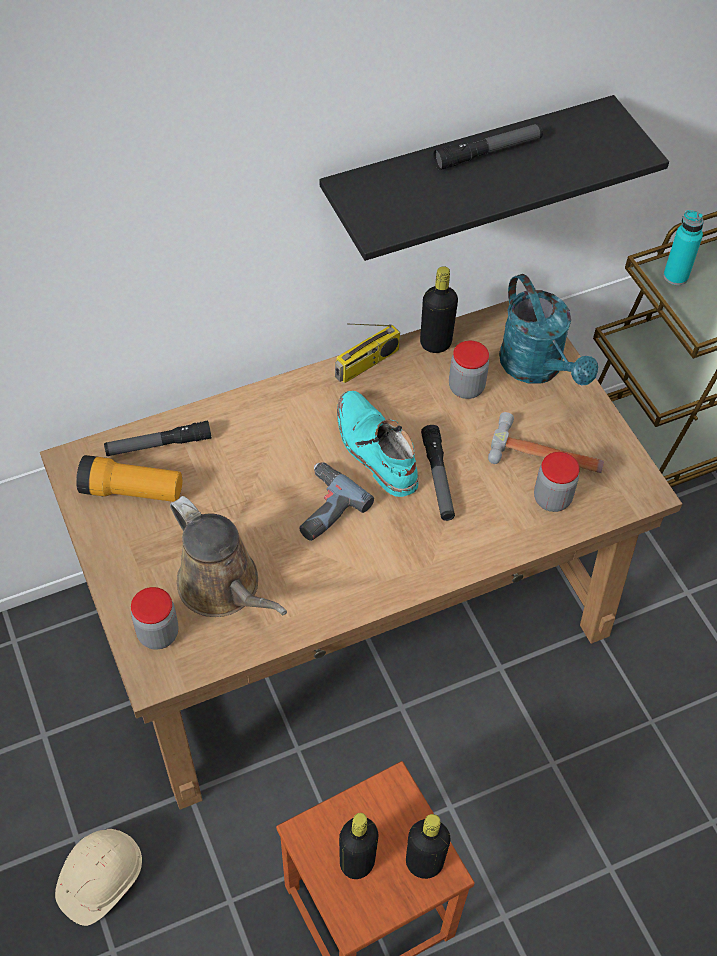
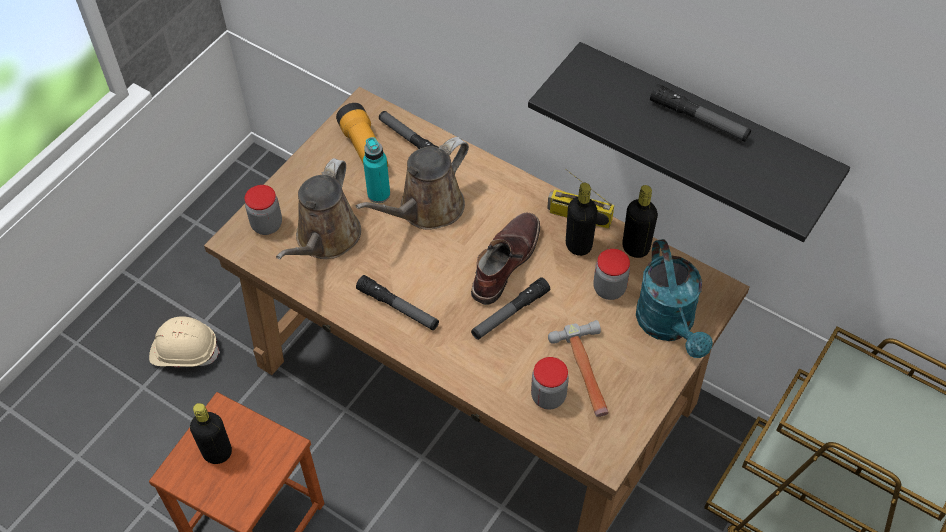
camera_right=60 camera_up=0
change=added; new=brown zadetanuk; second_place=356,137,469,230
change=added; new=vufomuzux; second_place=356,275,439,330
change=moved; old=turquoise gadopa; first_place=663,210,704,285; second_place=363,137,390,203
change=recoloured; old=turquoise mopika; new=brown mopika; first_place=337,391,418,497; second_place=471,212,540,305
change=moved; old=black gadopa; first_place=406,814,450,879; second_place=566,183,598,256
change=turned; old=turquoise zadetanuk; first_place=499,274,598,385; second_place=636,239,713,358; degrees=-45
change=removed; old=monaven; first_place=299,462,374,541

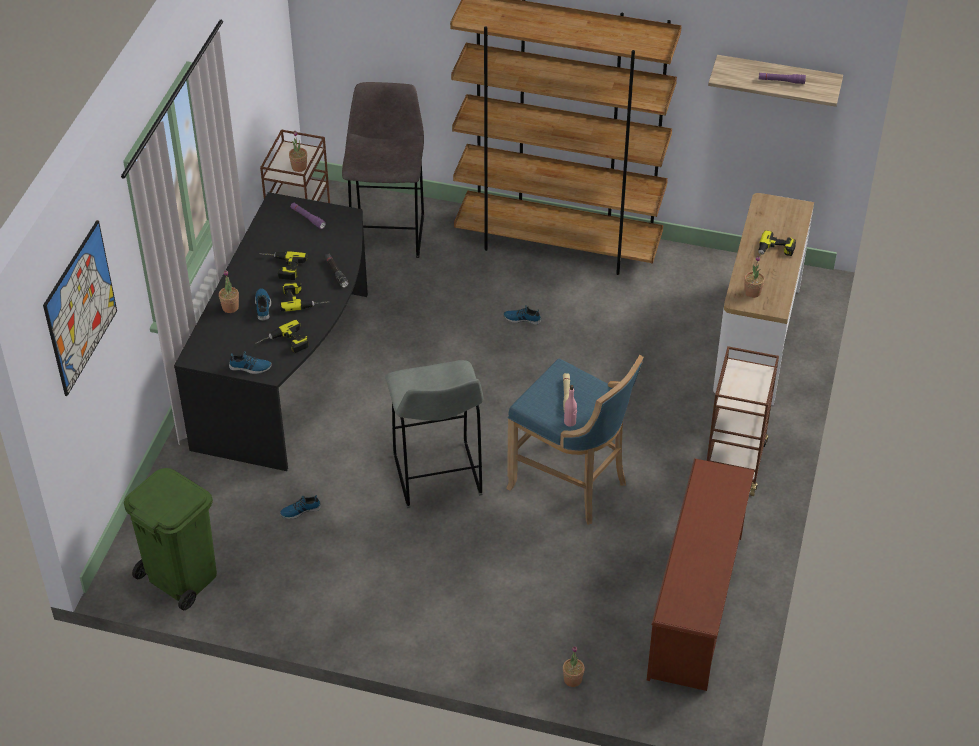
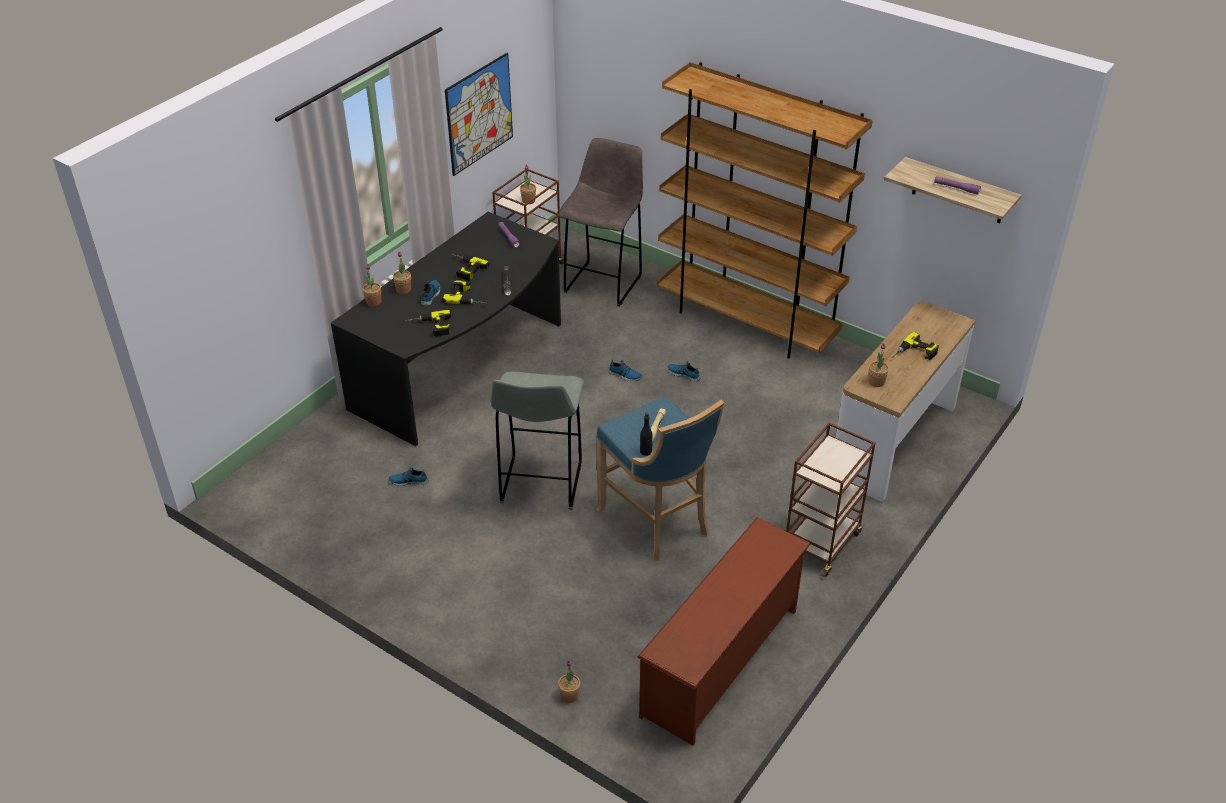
camera_right=20 camera_up=-5
change=added; new=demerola; second_place=363,264,381,307
change=moved; old=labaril; first_place=43,220,117,396; second_place=445,53,513,176
change=moved; old=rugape; first_place=229,351,272,374; second_place=608,360,642,381
change=recoloured; old=pink gadopa; new=black gadopa; first_place=564,385,577,427; second_place=640,412,652,456
change=removed; old=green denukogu; first_place=124,468,217,610

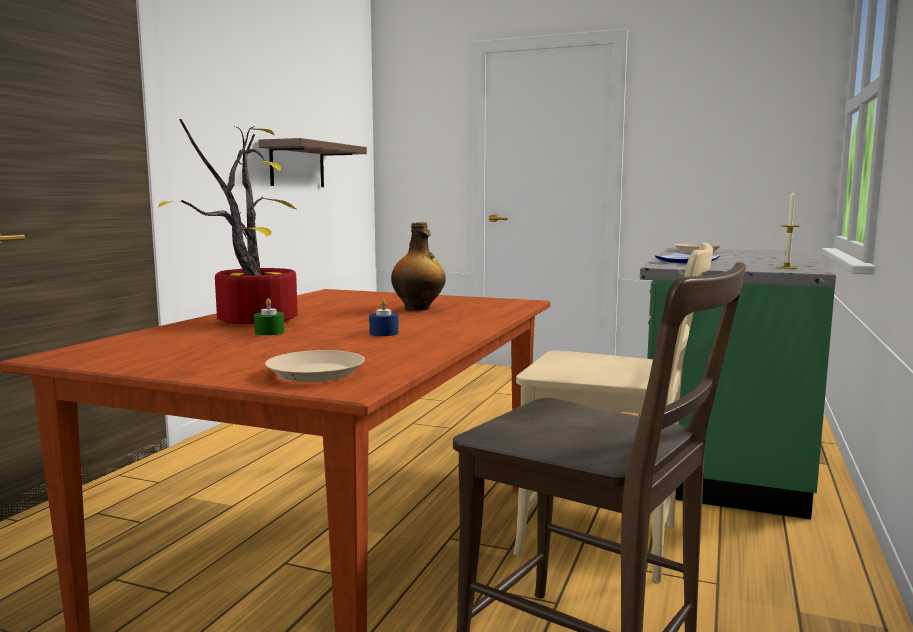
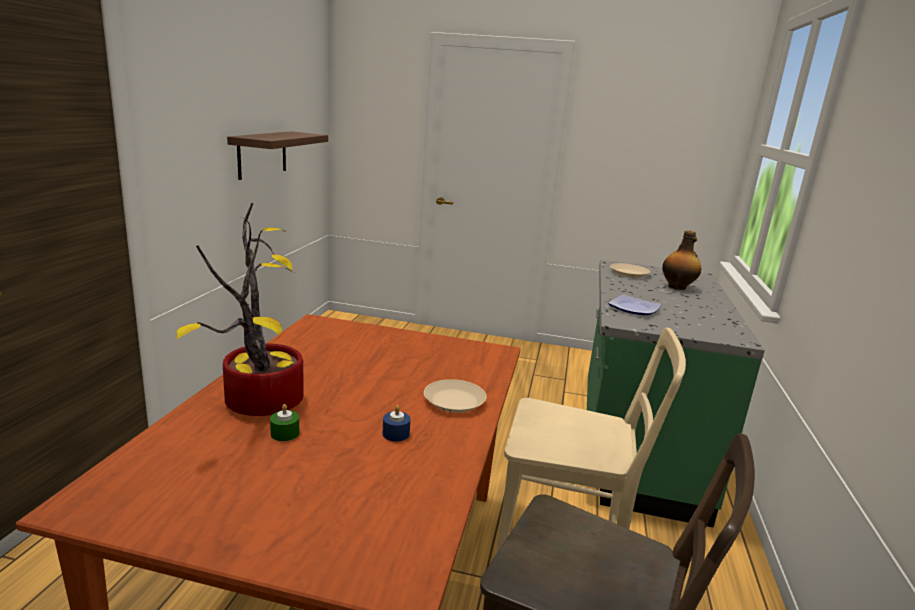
camera_right=-10 camera_up=10
change=moved; old=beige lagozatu; first_place=265,350,365,382; second_place=424,379,487,413
change=moved; old=gadopa; first_place=391,222,446,311; second_place=662,230,701,290
change=removed; old=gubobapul; first_place=776,191,800,269

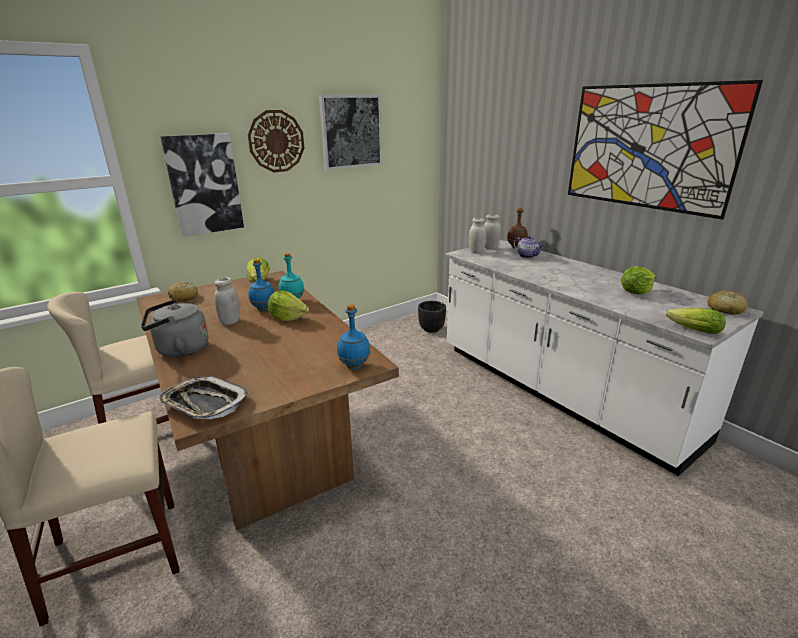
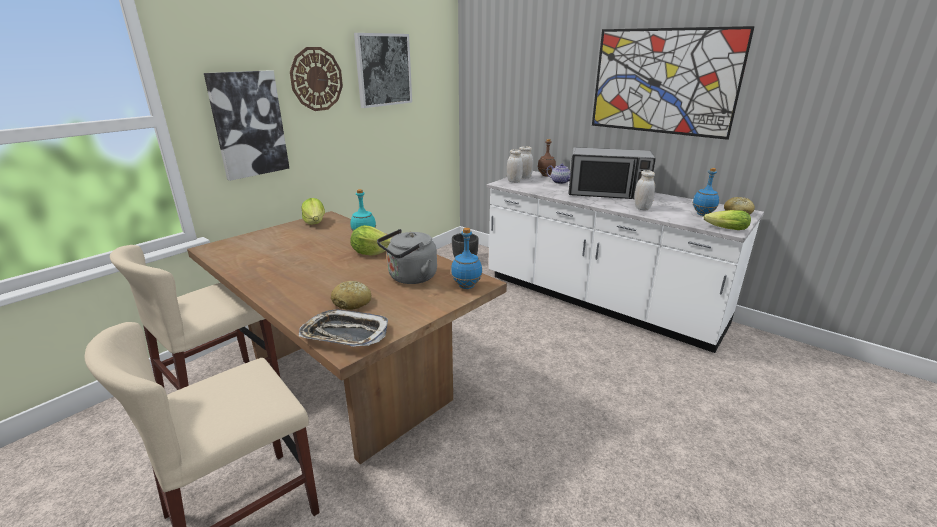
camera_right=-15 camera_up=0
change=moved; old=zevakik; first_place=168,282,198,302; second_place=331,281,371,310
change=moved; old=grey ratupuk; first_place=141,299,208,358; second_place=377,229,437,284
change=added; new=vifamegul; second_place=569,147,656,199
change=moved; old=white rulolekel; first_place=214,277,240,325; second_place=634,170,655,210
change=moved; old=blue gadopa; first_place=248,259,274,311; second_place=692,168,719,216
change=removed; old=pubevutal; first_place=621,266,656,294

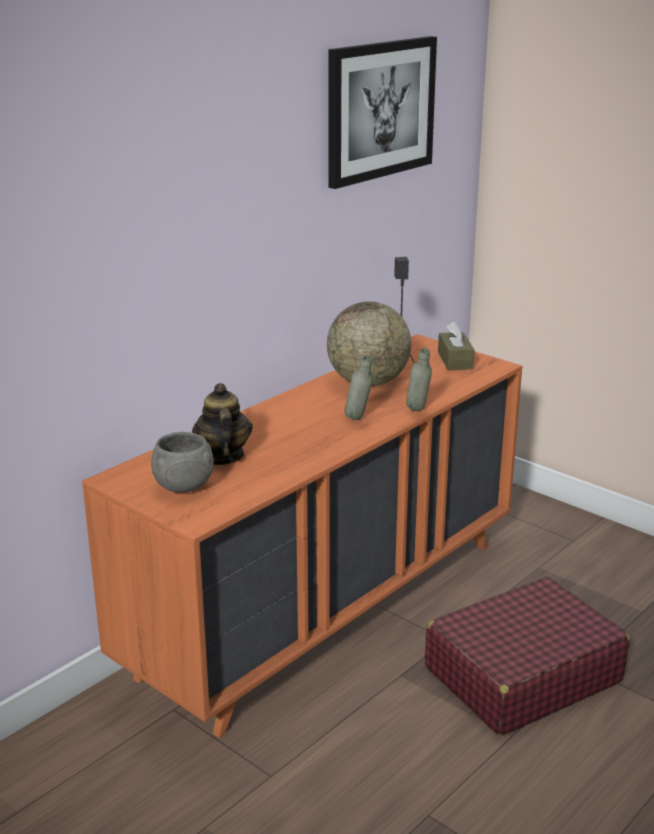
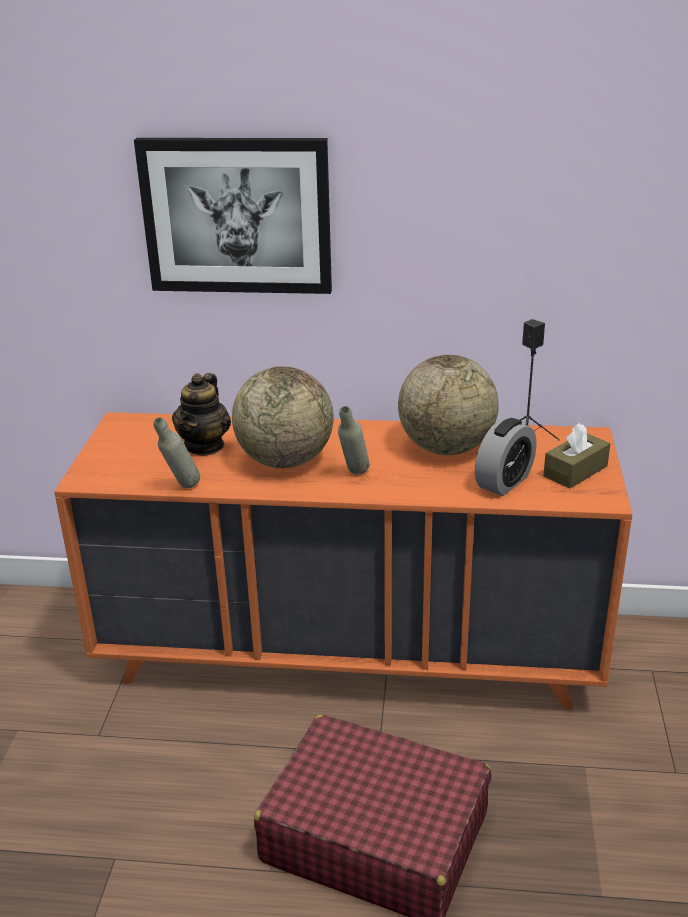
camera_right=55 camera_up=5
change=moved; old=labaril; first_place=329,36,437,189; second_place=134,138,332,294
change=moved; old=grey gadopa; first_place=406,348,432,411; second_place=153,417,200,488
change=turned; old=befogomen; first_place=192,383,253,465; second_place=172,373,231,456; degrees=150
change=added; new=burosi; second_place=232,366,334,468
change=added; new=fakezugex; second_place=475,418,536,496
change=removed; old=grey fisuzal; first_place=151,432,214,493

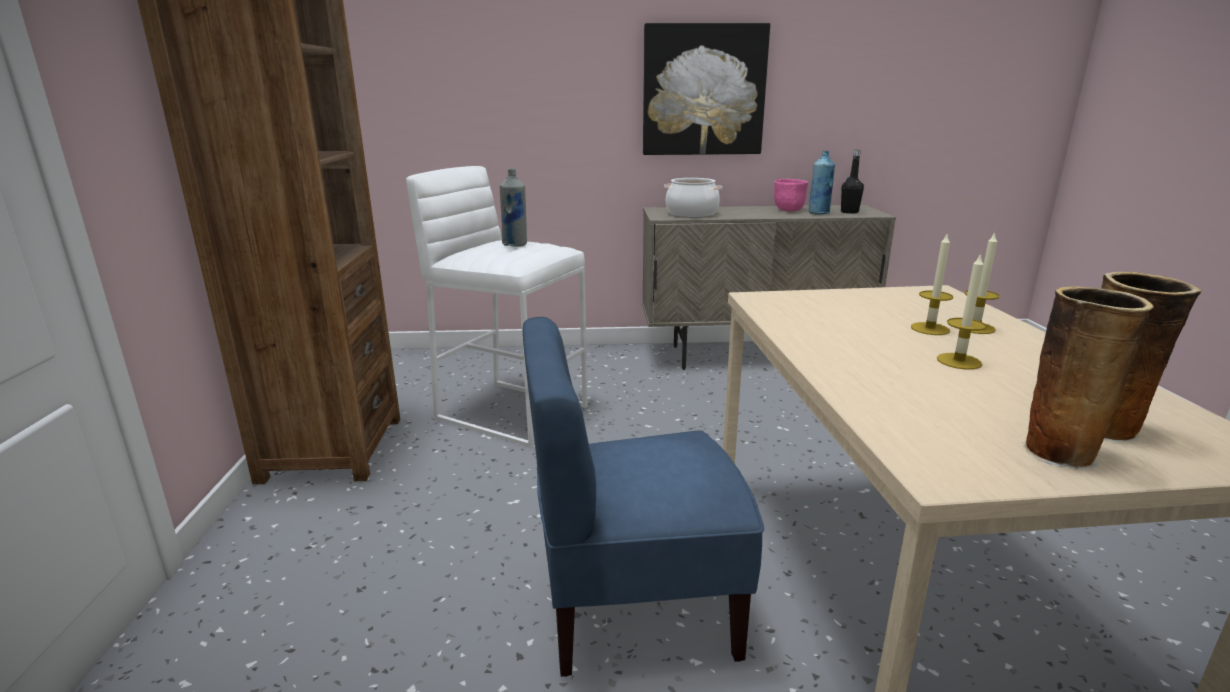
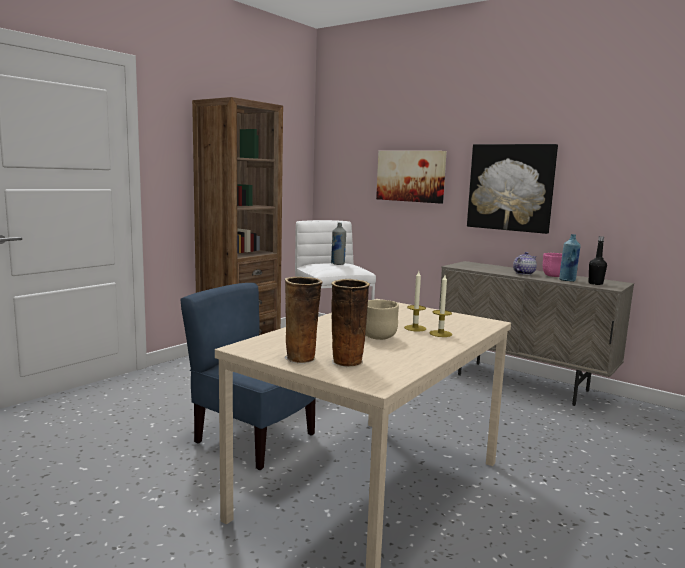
camera_right=40 camera_up=-10
change=replaced; old=gubobapul; new=beige fisuzal; first_place=937,253,987,370; second_place=365,300,399,340
change=added; new=labaril; second_place=376,151,447,204
change=added; new=befogomen; second_place=513,252,537,275
change=removed; old=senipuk; first_place=664,178,722,218

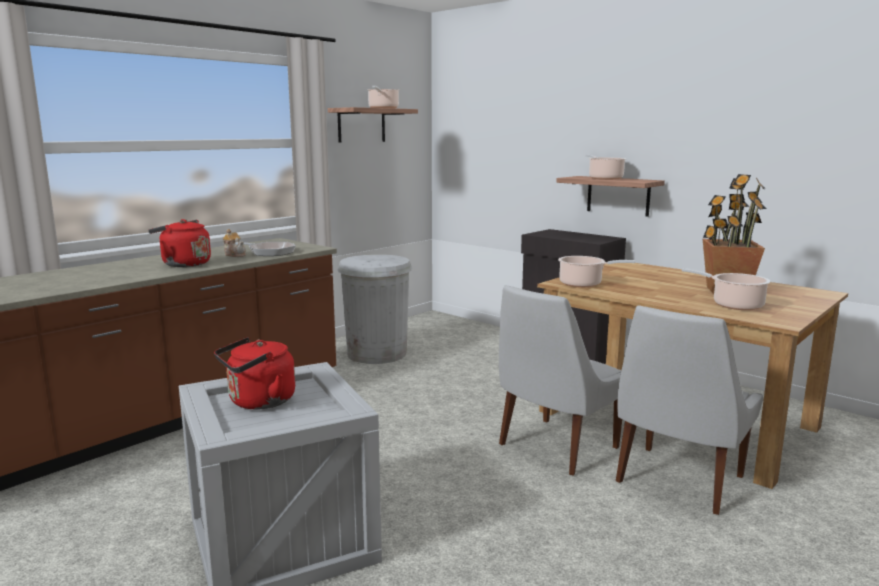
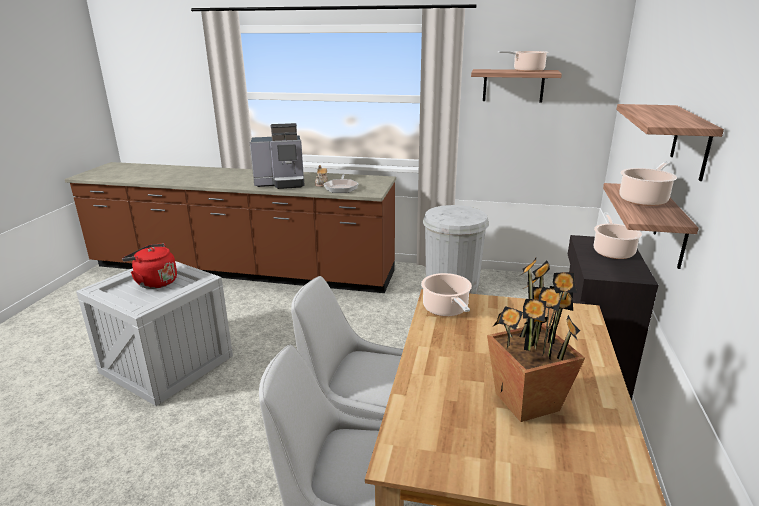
camera_right=60 camera_up=10
change=replaced; old=red ratupuk; new=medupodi; first_place=148,219,211,267; second_place=250,123,304,189
change=moved; old=senipuk; first_place=682,268,771,310; second_place=594,213,642,259
change=added; new=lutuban; second_place=617,104,724,181

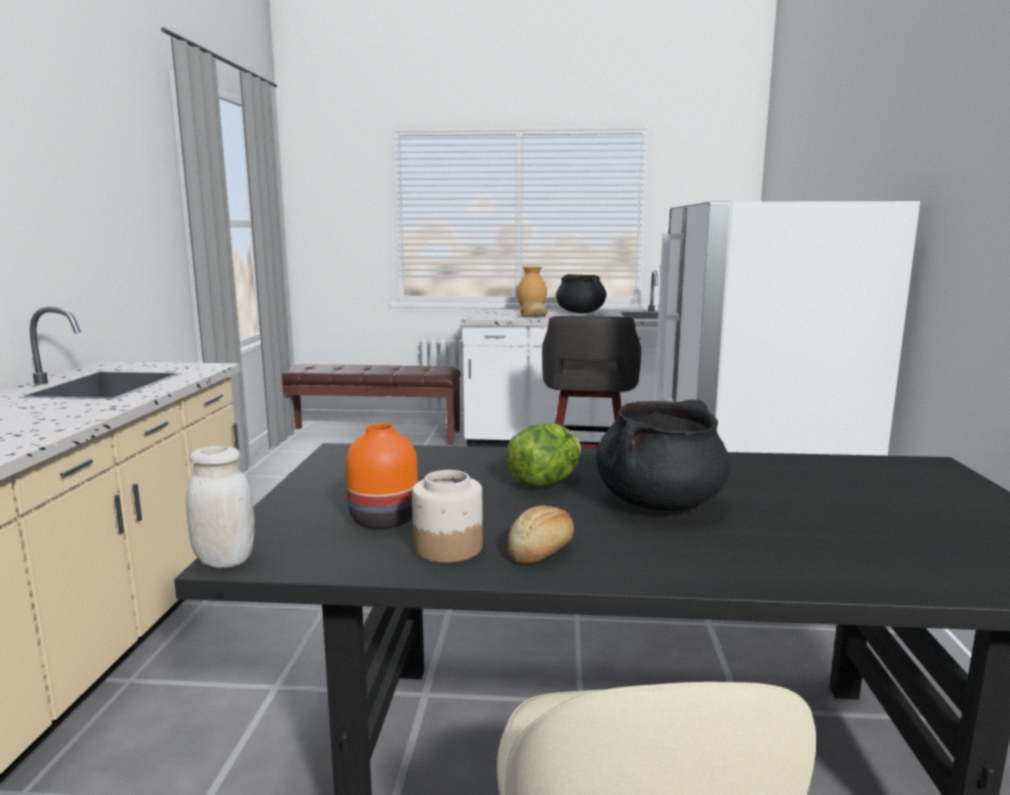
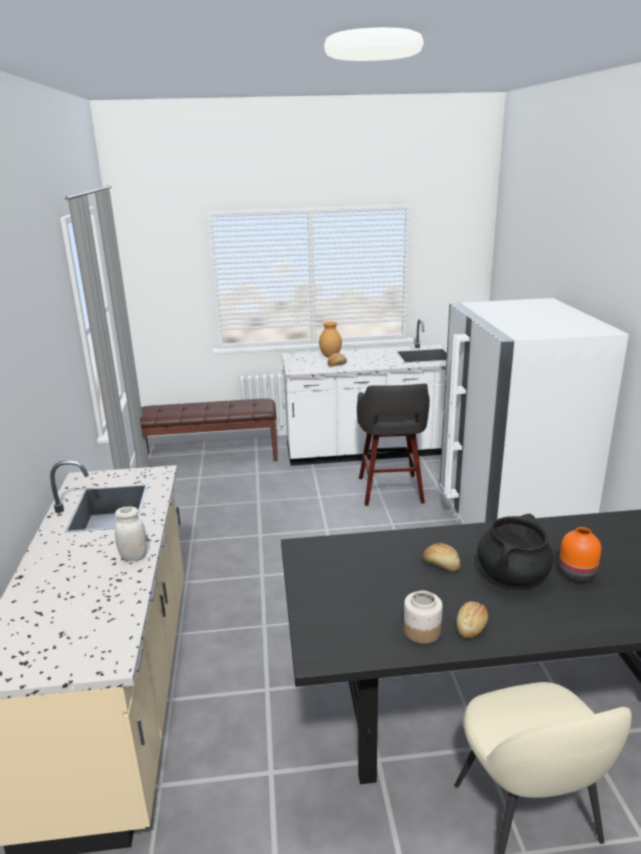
camera_right=-10 camera_up=10
change=moved; old=white rulolekel; first_place=186,446,255,568; second_place=115,507,147,561
change=replaced; old=pubevutal; new=zevakik; first_place=506,424,581,487; second_place=422,543,460,572
change=moved; old=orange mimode; first_place=346,423,418,529; second_place=559,527,601,583
change=removed; old=black senipuk; first_place=556,274,606,313

